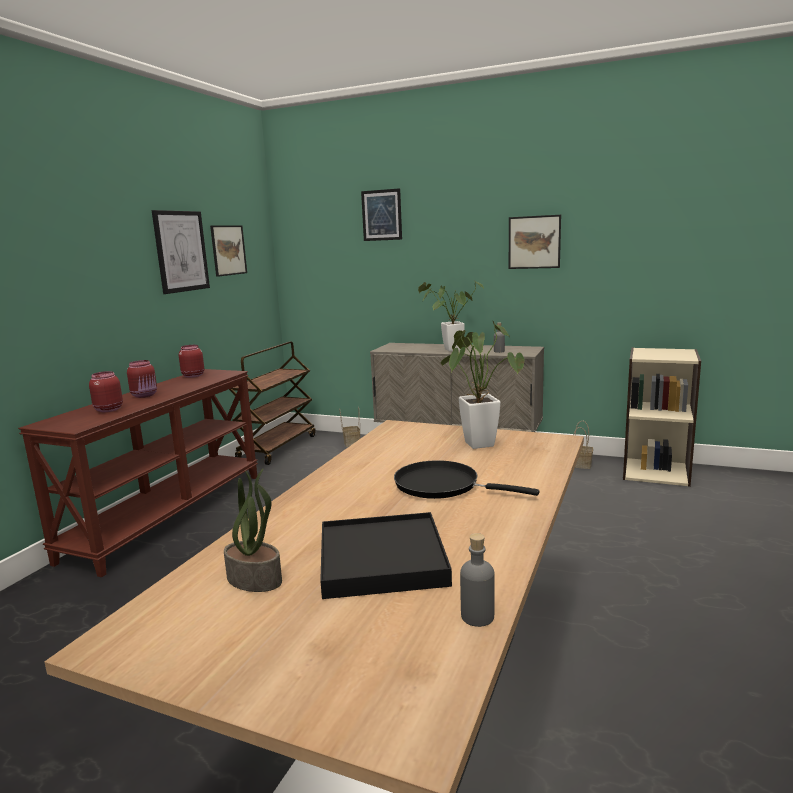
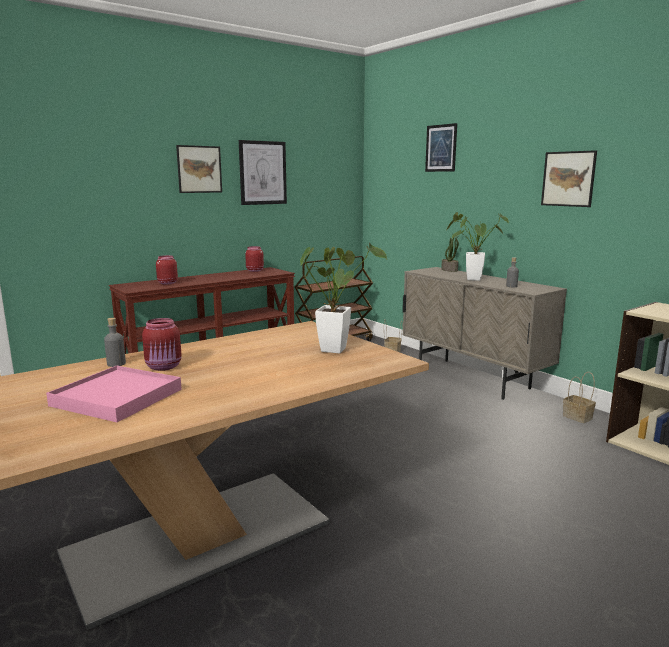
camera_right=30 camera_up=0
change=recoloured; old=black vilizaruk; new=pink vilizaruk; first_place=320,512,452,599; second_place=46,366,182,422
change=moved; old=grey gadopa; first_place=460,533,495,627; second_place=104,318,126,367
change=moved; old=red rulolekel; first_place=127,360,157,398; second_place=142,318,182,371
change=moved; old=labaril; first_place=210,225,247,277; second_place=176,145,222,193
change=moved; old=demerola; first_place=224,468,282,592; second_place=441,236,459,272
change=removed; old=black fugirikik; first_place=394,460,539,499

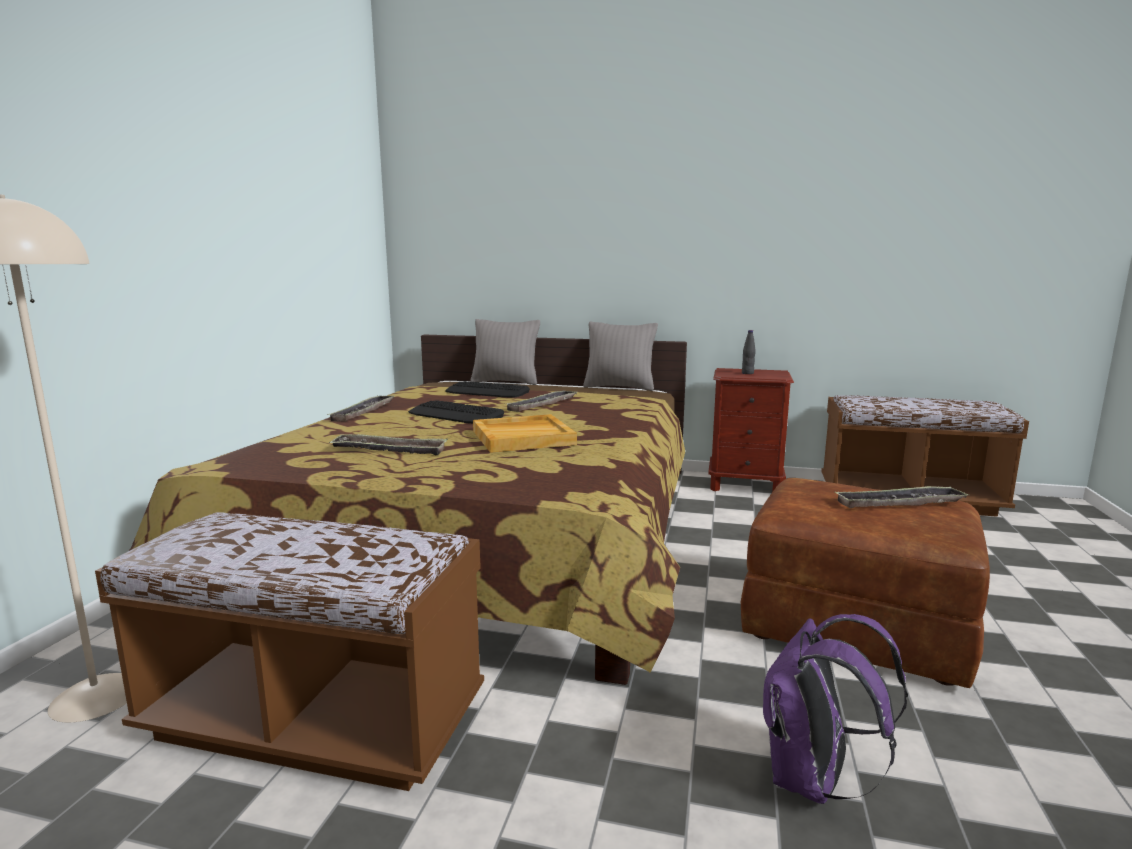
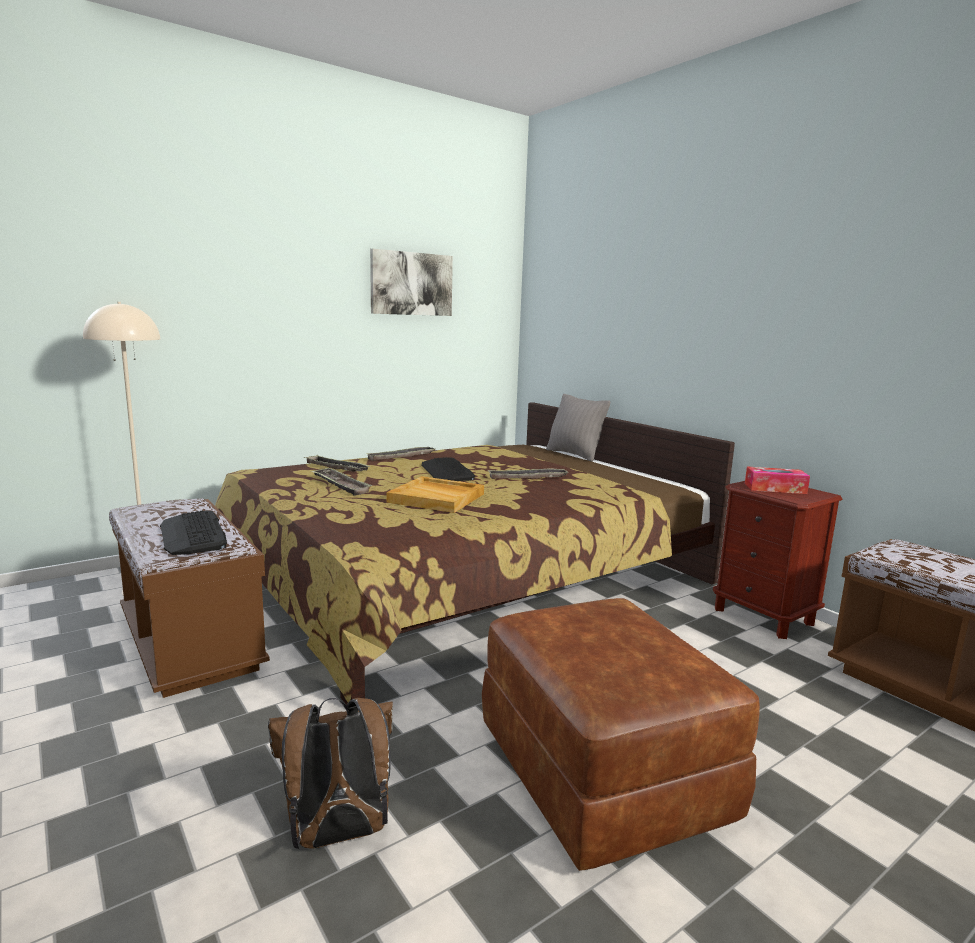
camera_right=40 camera_up=0
change=moved; old=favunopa; first_place=445,381,530,398; second_place=160,510,227,555
change=recoloured; old=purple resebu; new=brown resebu; first_place=763,614,908,804; second_place=268,698,393,849
change=moved; old=vilizaruk; first_place=835,486,968,508; second_place=304,455,370,472
change=added; new=labaril; second_place=370,249,453,316
change=replaced; old=black gadopa; new=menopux; first_place=742,330,756,374; second_place=745,467,810,494
change=removed; old=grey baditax; first_place=583,322,658,391

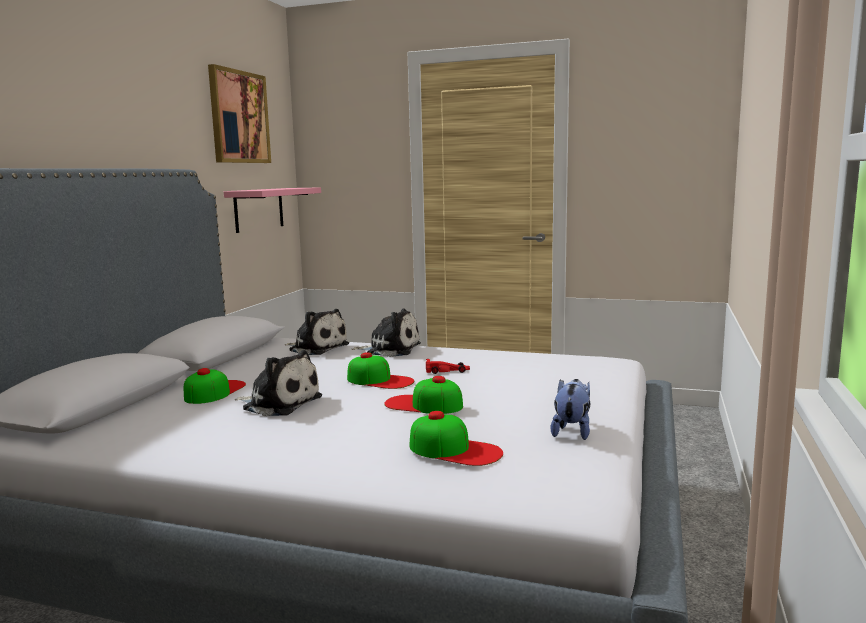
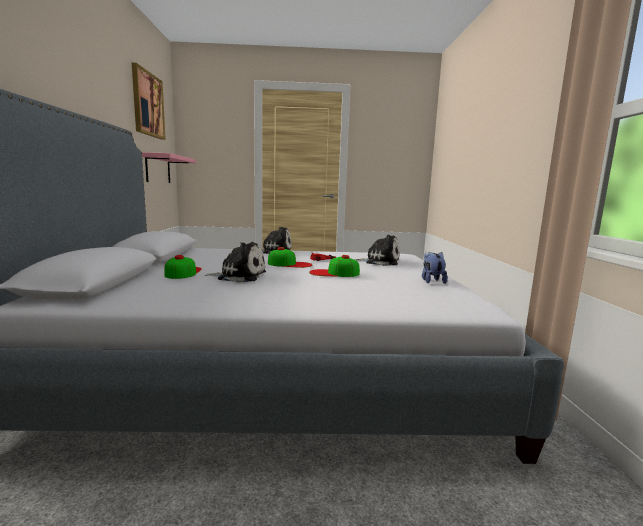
camera_right=-20 camera_up=0
change=moved; old=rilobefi; first_place=285,309,349,355; second_place=354,235,400,266
change=removed; old=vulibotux; first_place=409,411,503,466

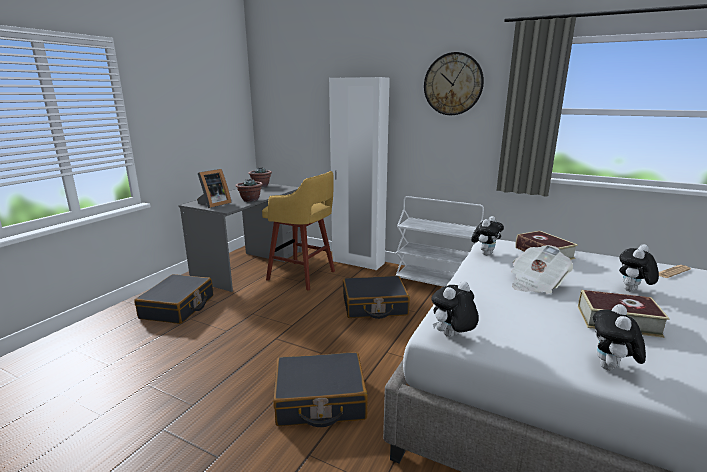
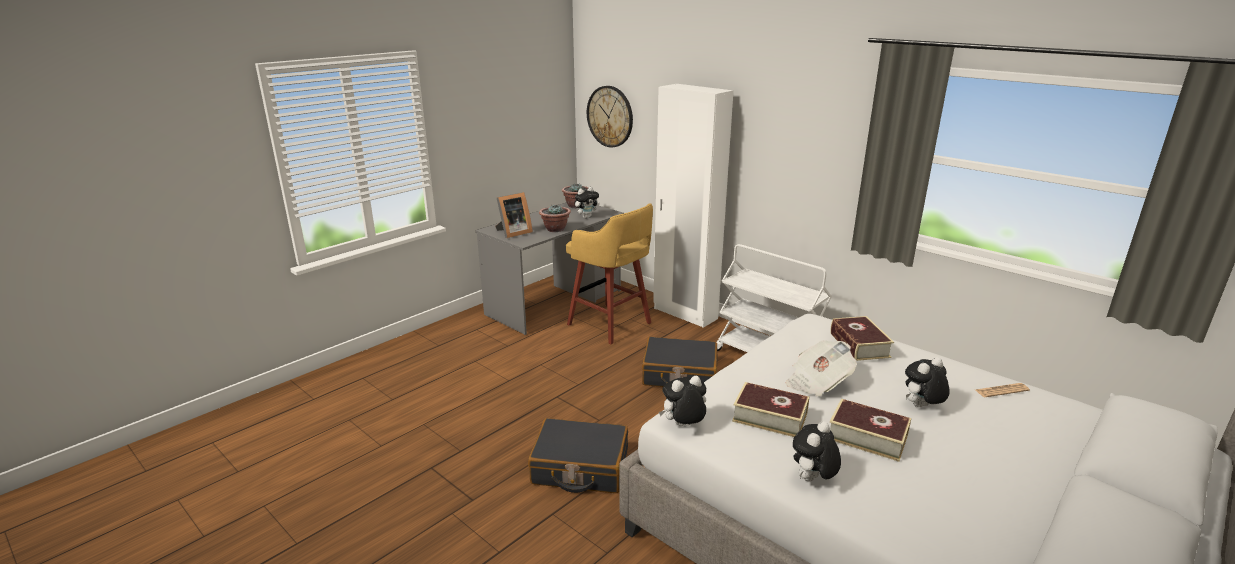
camera_right=15 camera_up=5
change=moved; old=rilobefi; first_place=471,216,504,255; second_place=574,187,600,218
change=moved; old=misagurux; first_place=424,52,484,115; second_place=587,86,633,148
change=added; new=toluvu; second_place=732,382,809,437
change=removed; old=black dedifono; first_place=134,274,213,324

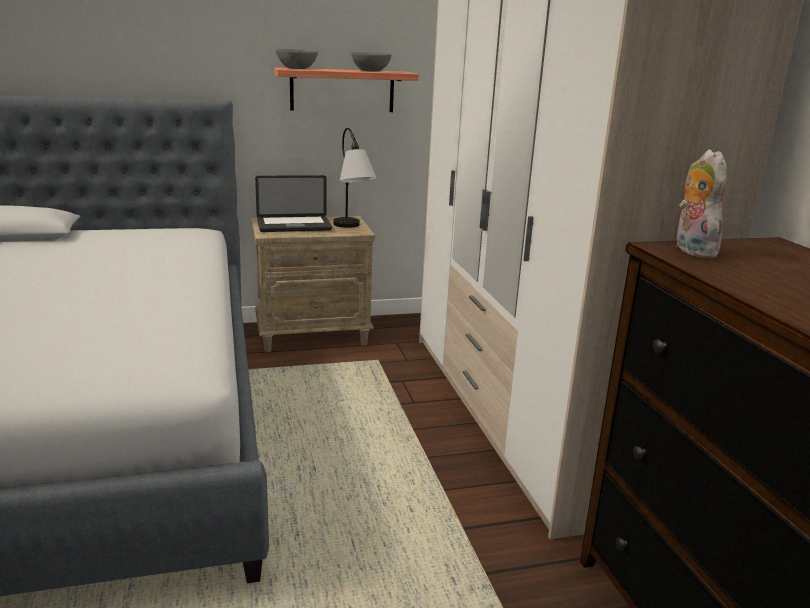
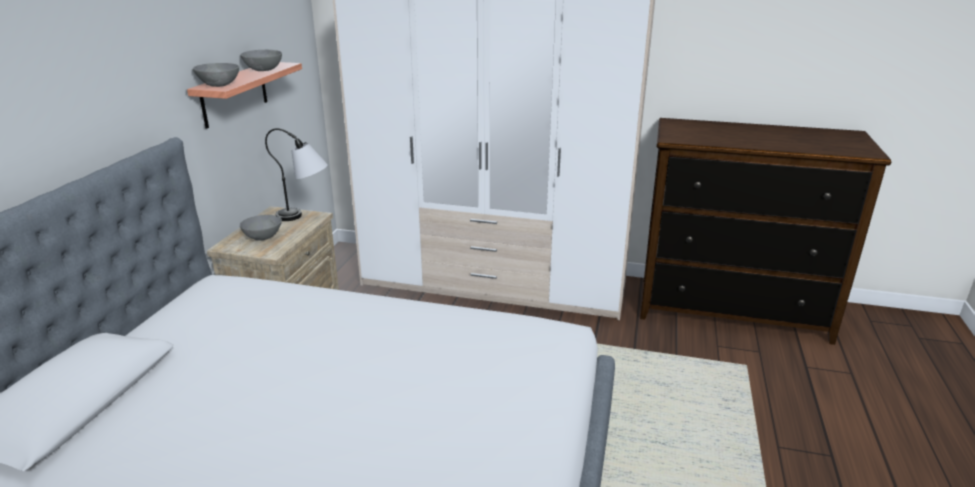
camera_right=-60 camera_up=5
change=replaced; old=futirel; new=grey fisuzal; first_place=255,175,332,232; second_place=240,215,282,241
change=removed; old=rilobefi; first_place=676,149,727,258

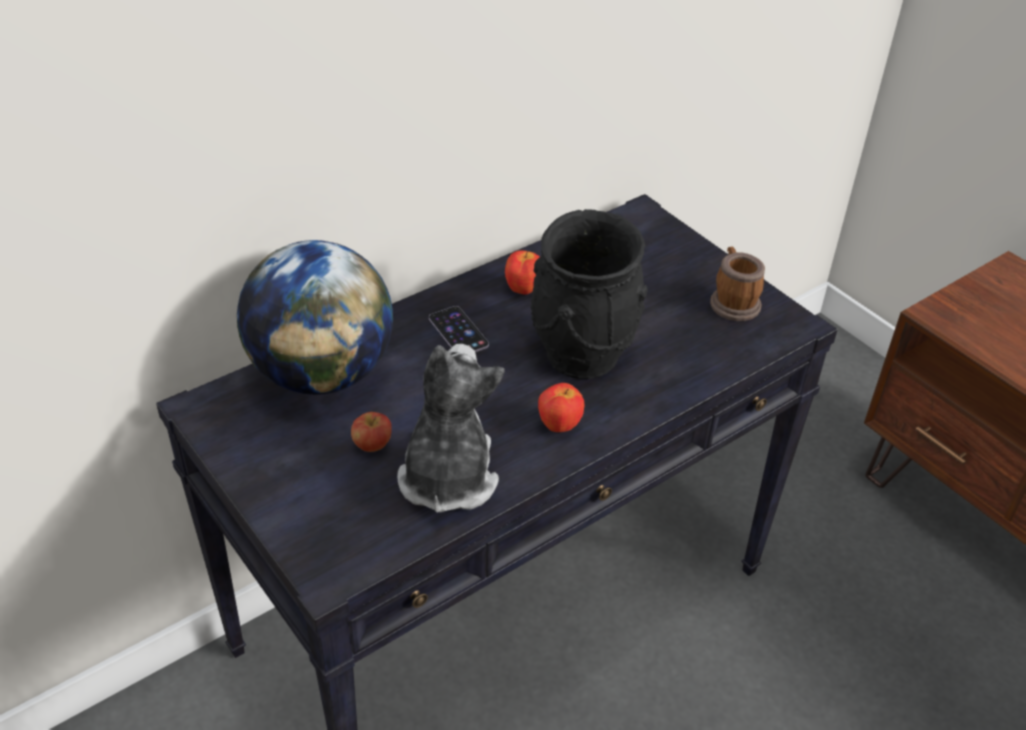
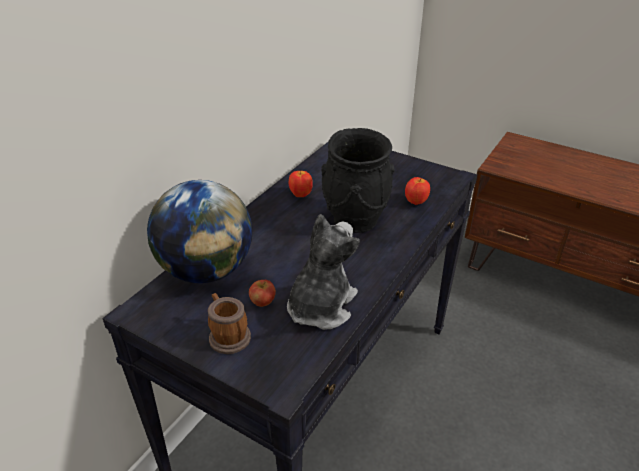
camera_right=-20 camera_up=-5
change=moved; old=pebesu; first_place=710,246,765,321; second_place=208,293,251,354
change=turned; old=rilobefi; first_place=397,344,504,513; second_place=287,214,360,330; degrees=45
change=moved; old=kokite; first_place=538,383,584,432; second_place=405,177,430,205
change=removed; old=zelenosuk; first_place=429,306,489,352

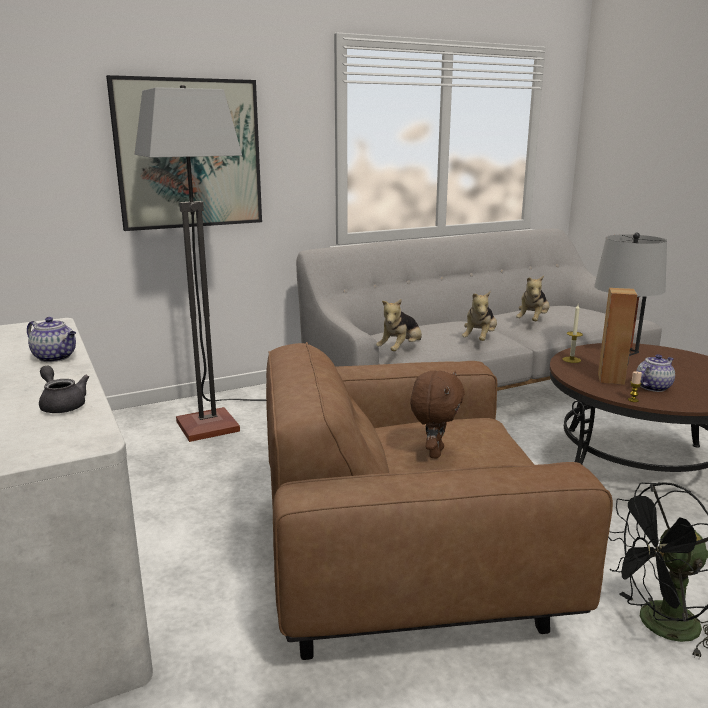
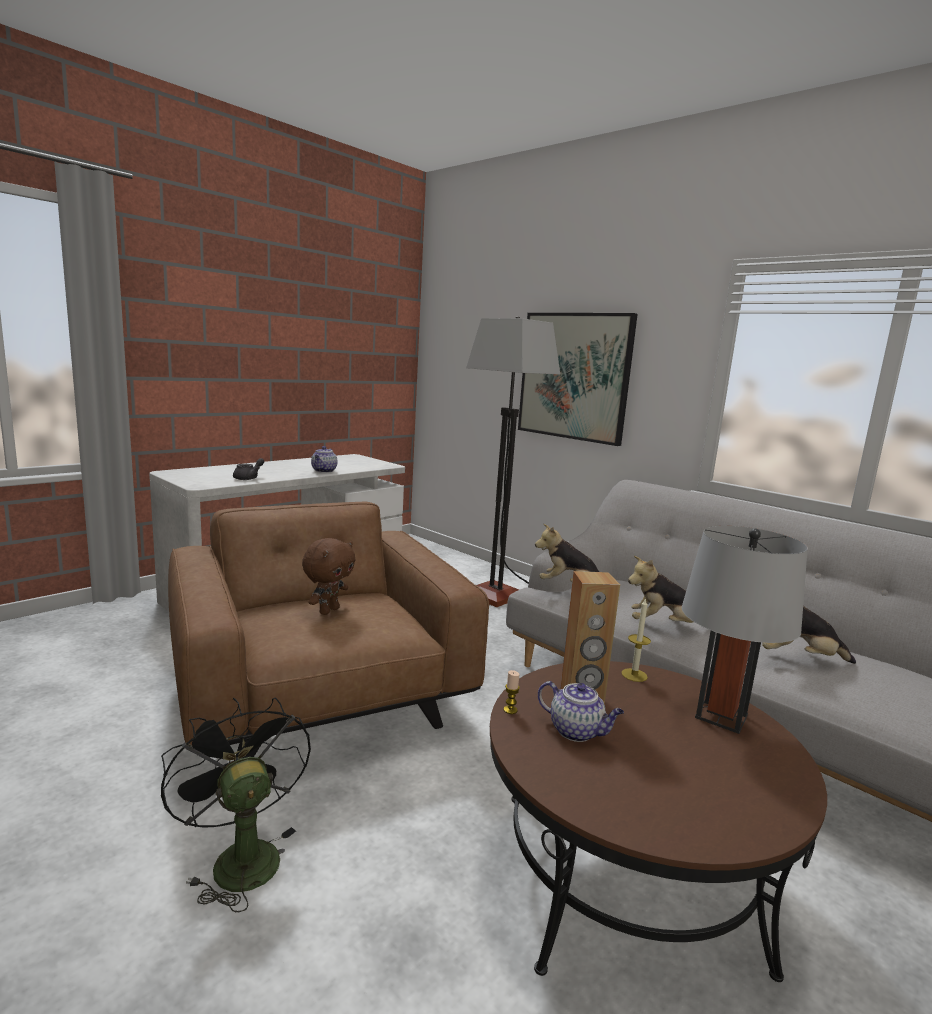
camera_right=70 camera_up=-5
change=turned; old=brown rilobefi; first_place=410,371,465,459; second_place=302,538,355,615; degrees=-60

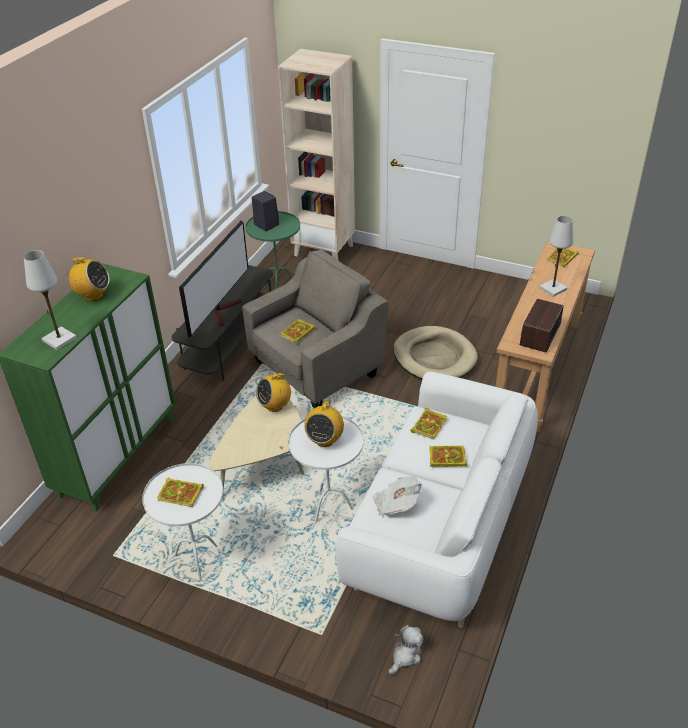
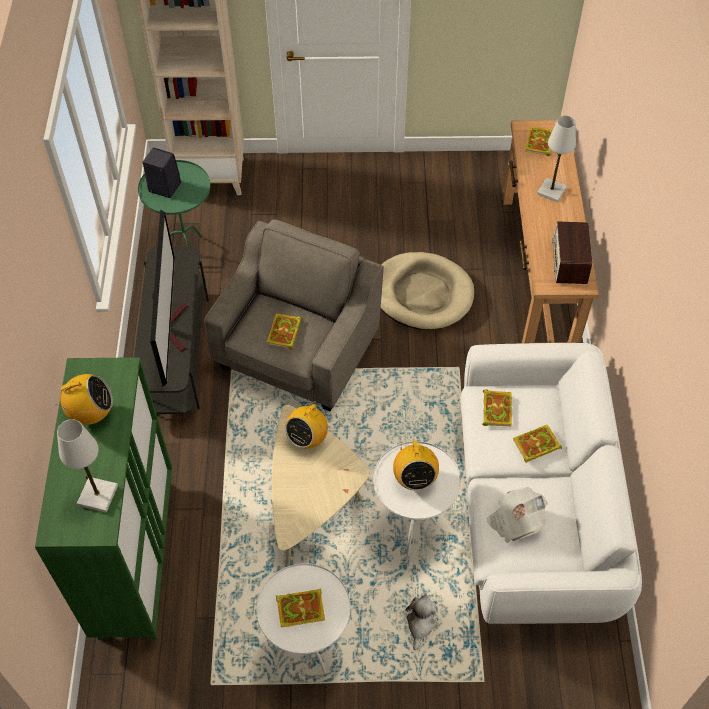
camera_right=-25 camera_up=15
change=moved; old=rilobefi; first_place=388,625,424,675; second_place=405,595,437,650

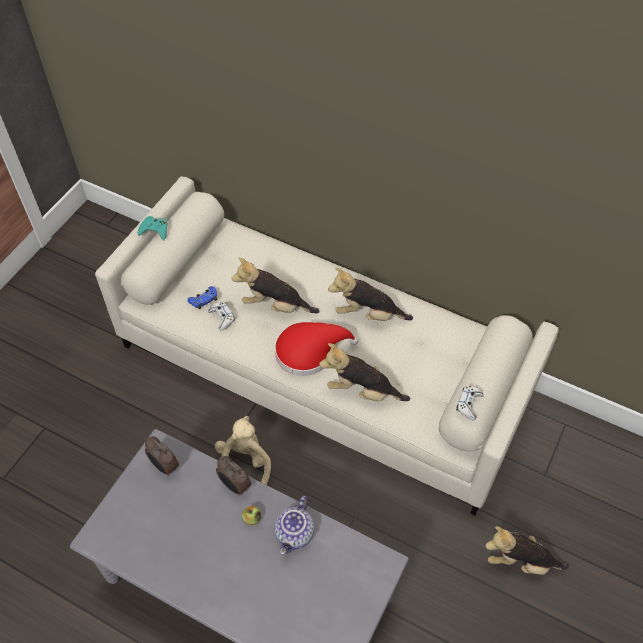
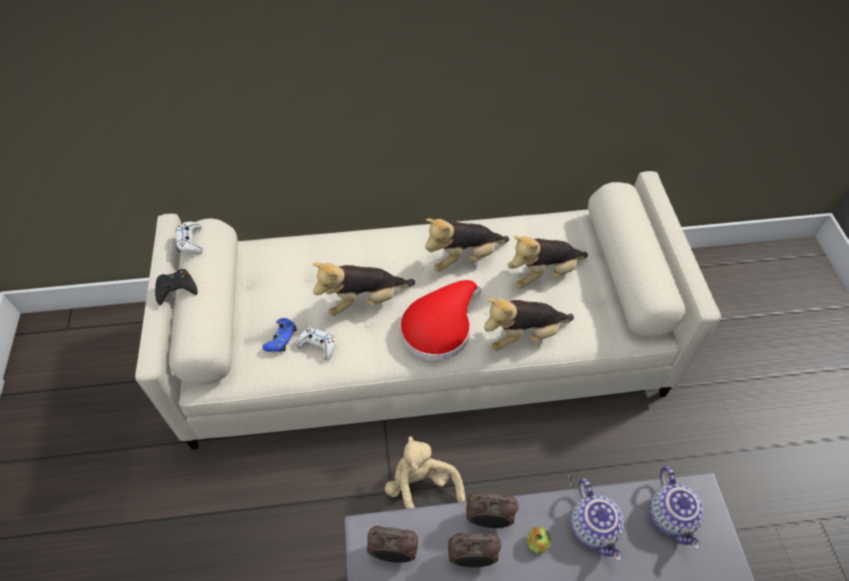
camera_right=-35 camera_up=0
change=recoloured; old=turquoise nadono; new=black nadono; first_place=138,216,168,241; second_place=155,269,198,305
change=moved; old=white nadono; first_place=456,386,484,421; second_place=176,221,203,254
change=added; new=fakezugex; second_place=448,533,502,567
change=moved; old=rilobefi; first_place=485,526,569,575; second_place=508,236,588,289
change=added; new=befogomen; second_place=649,466,704,550

